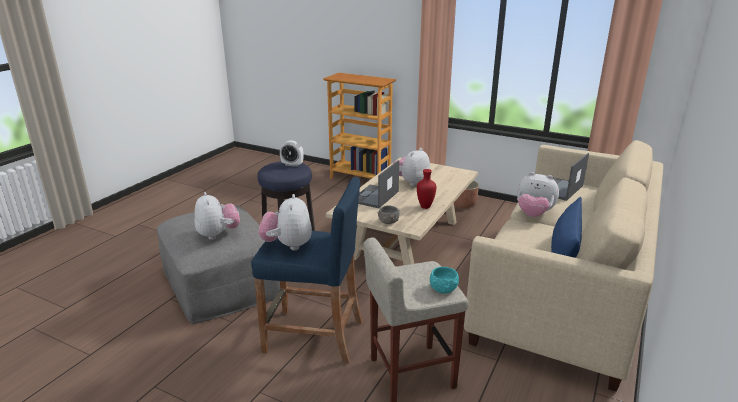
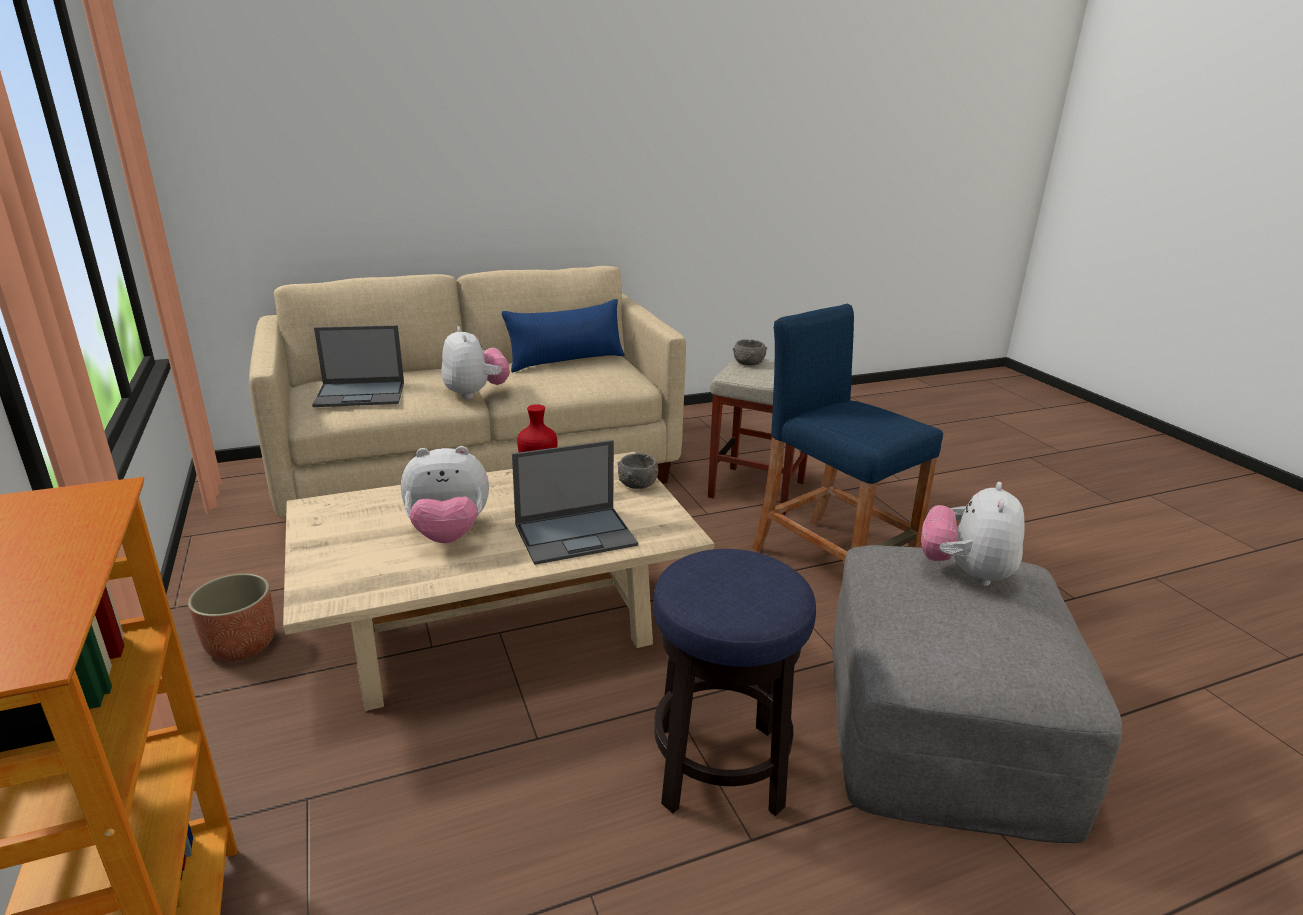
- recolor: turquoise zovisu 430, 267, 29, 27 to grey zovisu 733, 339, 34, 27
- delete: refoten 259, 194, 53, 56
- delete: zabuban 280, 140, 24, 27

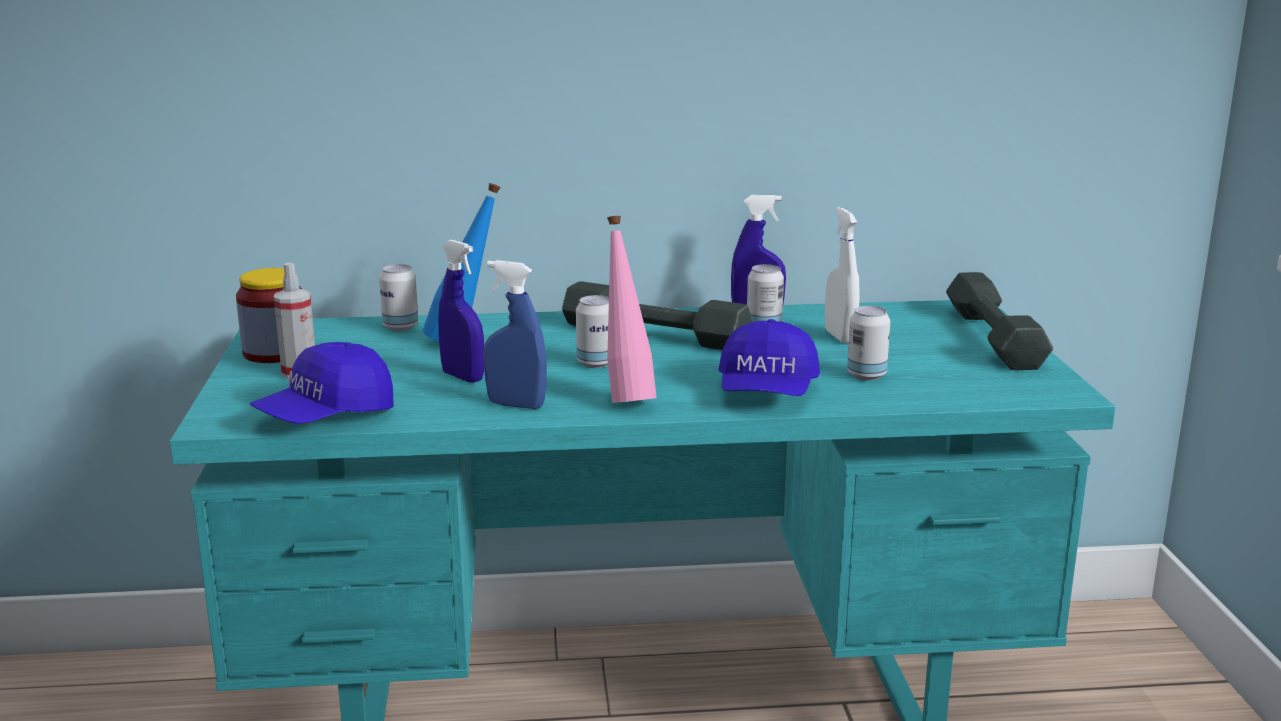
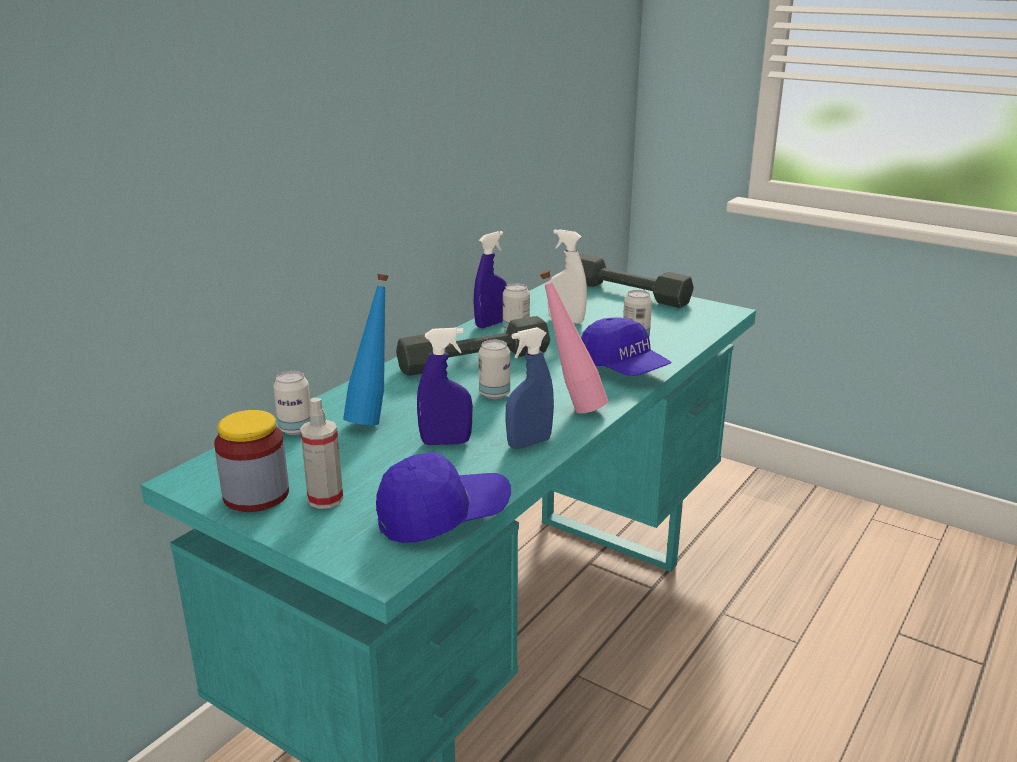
- rotate: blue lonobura 249, 342, 145, 82 = 376, 452, 135, 91 105 degrees counterclockwise

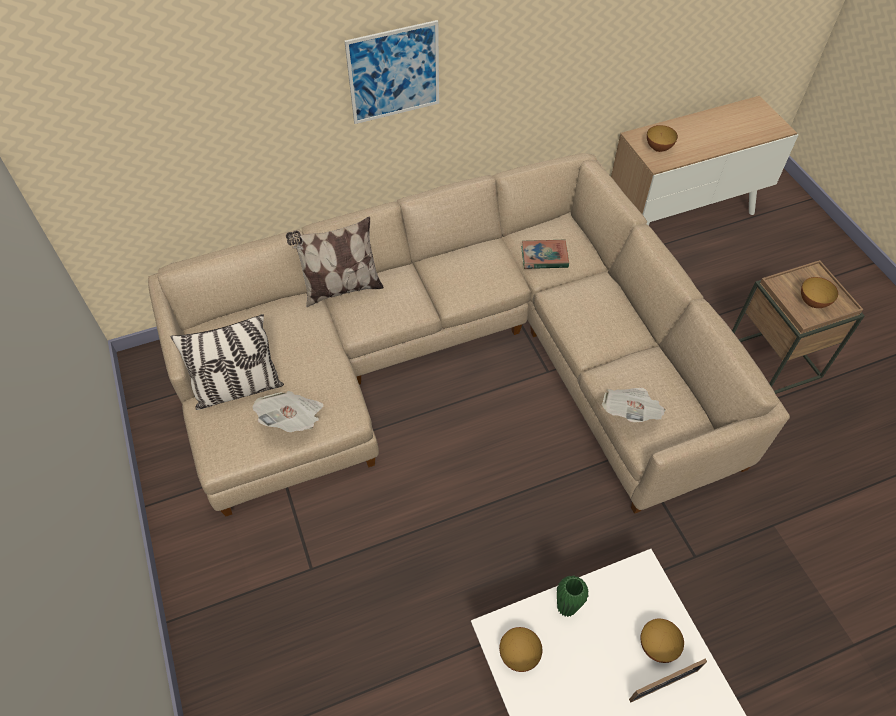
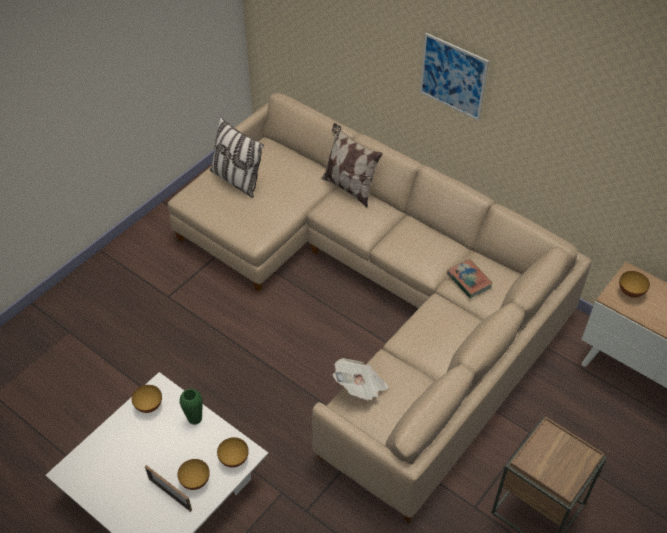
- move: zovisu 801, 277, 37, 31 to 217, 437, 32, 31
- delete: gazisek 252, 391, 72, 41

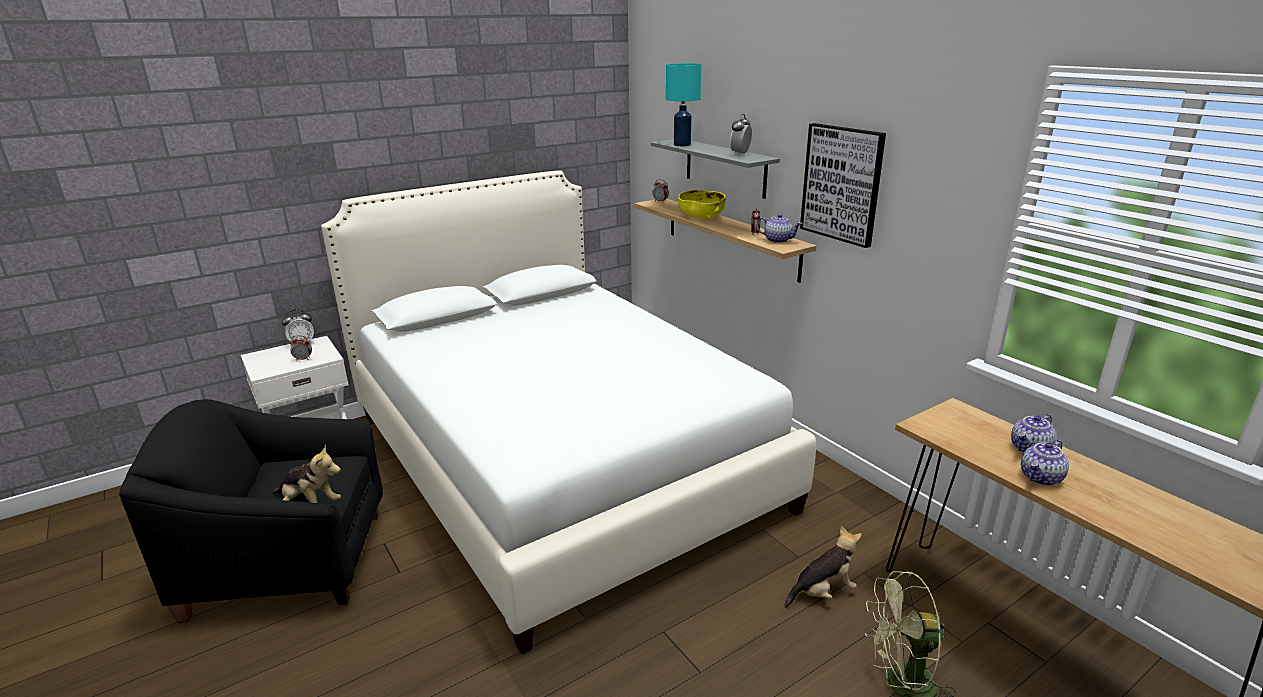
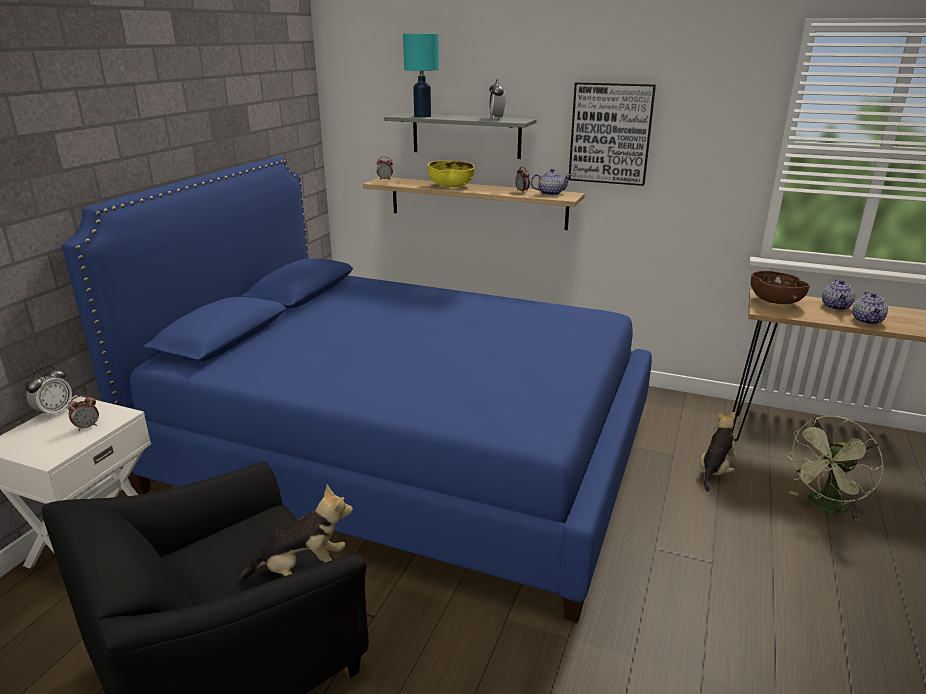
- recolor: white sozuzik 321, 171, 495, 484 to blue sozuzik 62, 157, 590, 466
- insert: brown zovisu 751, 271, 59, 33

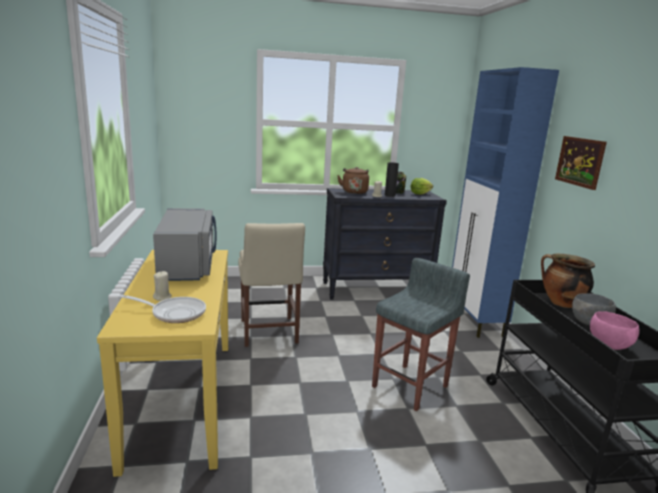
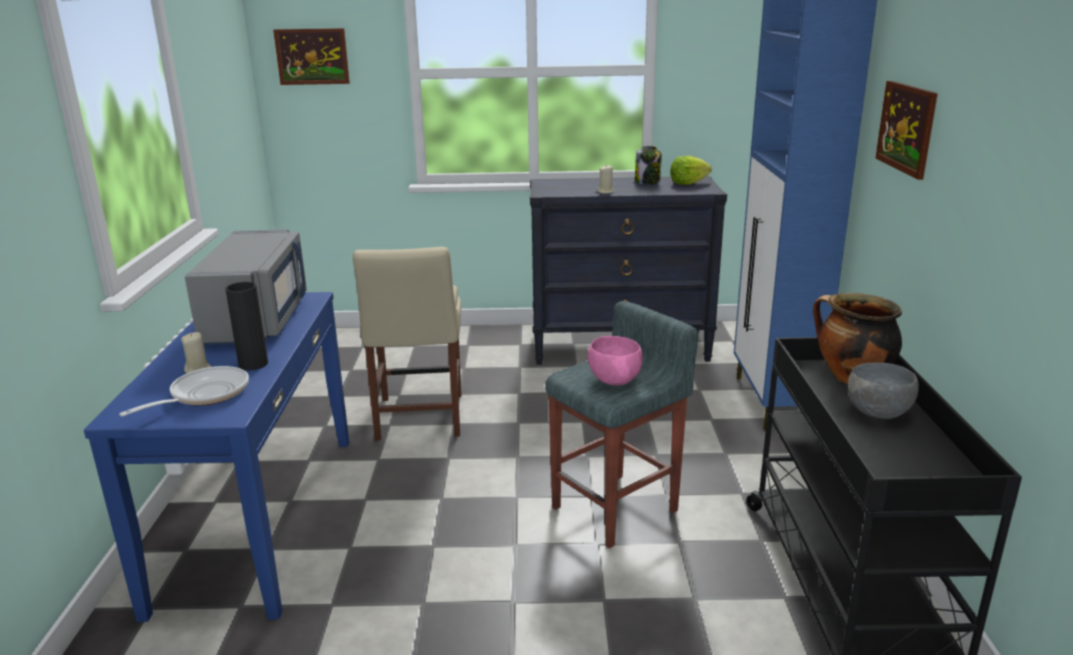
- recolor: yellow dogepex 97, 250, 131, 227 to blue dogepex 84, 292, 265, 330
- rotate: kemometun 119, 295, 87, 28 = 119, 366, 130, 51 75 degrees counterclockwise
- move: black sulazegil 385, 162, 14, 35 to 225, 282, 43, 88
- insert: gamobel 273, 28, 77, 57
- move: pink zovisu 590, 311, 49, 39 to 588, 336, 55, 49
- delete: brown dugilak 337, 167, 32, 27

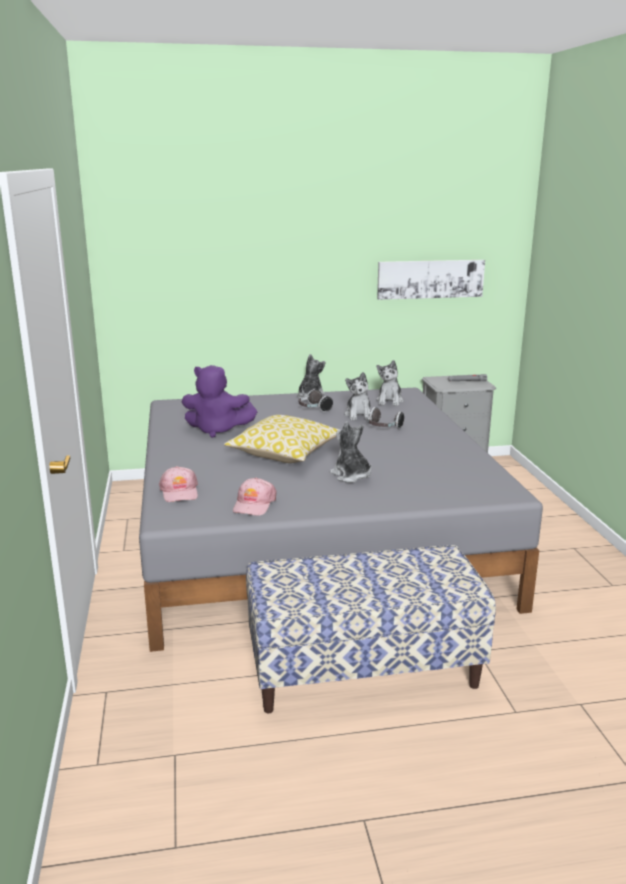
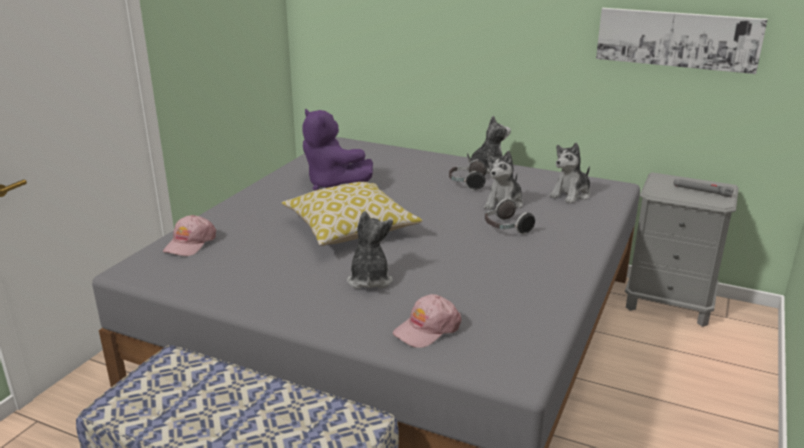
- move: pink lonobura 233, 477, 44, 39 to 393, 294, 68, 54

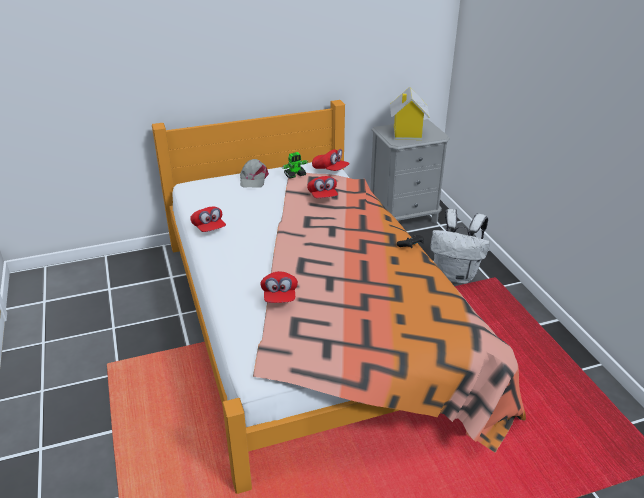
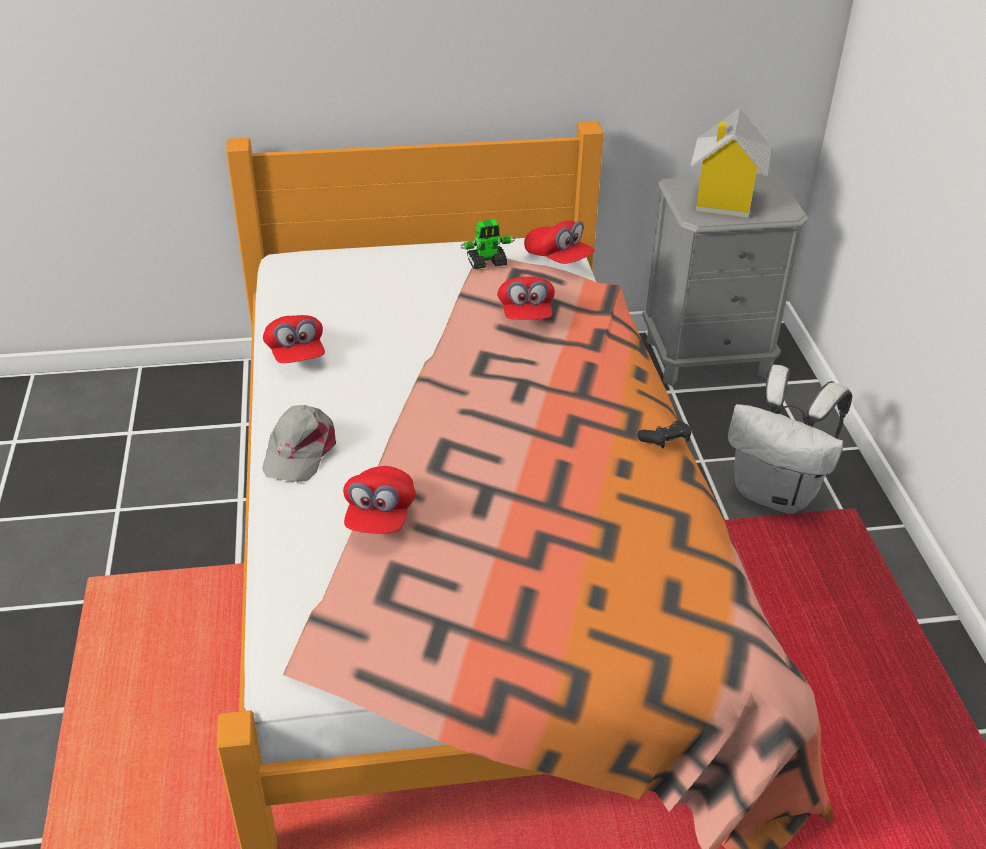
- move: grey lonobura 240, 159, 29, 29 to 262, 405, 74, 77

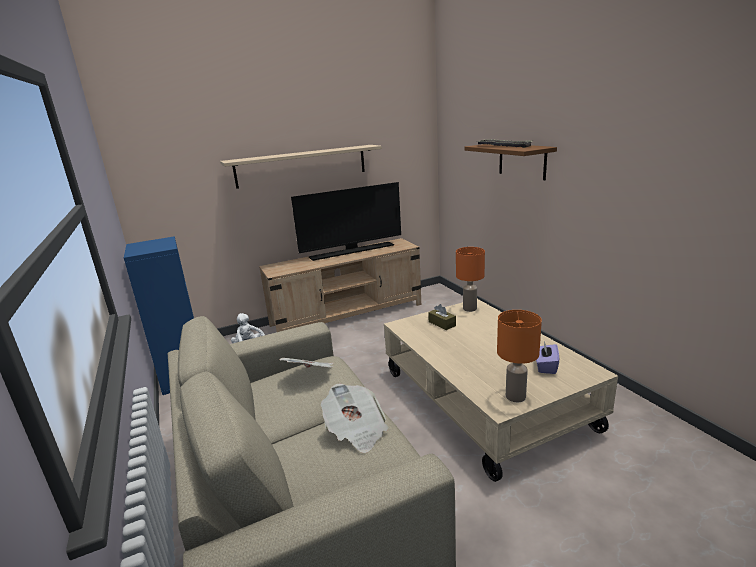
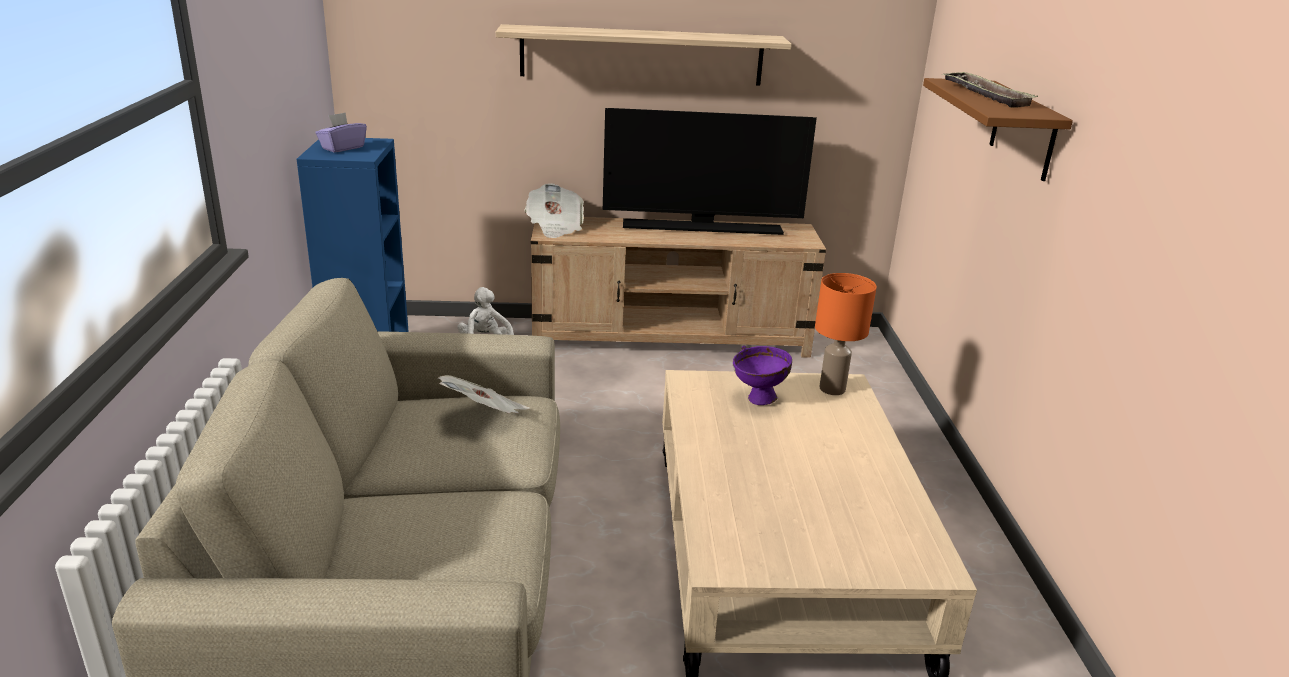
- move: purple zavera 536, 341, 23, 33 to 316, 113, 51, 40
- move: gazisek 321, 383, 68, 70 to 525, 183, 59, 55
- replace: brown zavera 428, 304, 28, 26 to purple zovisu 733, 346, 59, 59
- delete: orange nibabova 497, 310, 45, 92

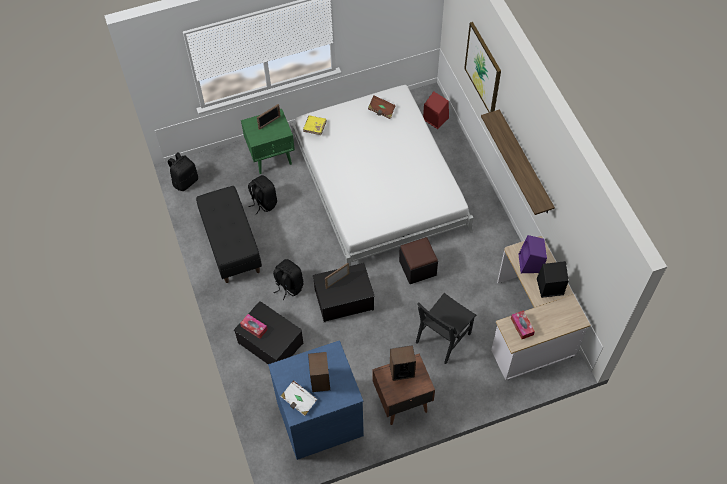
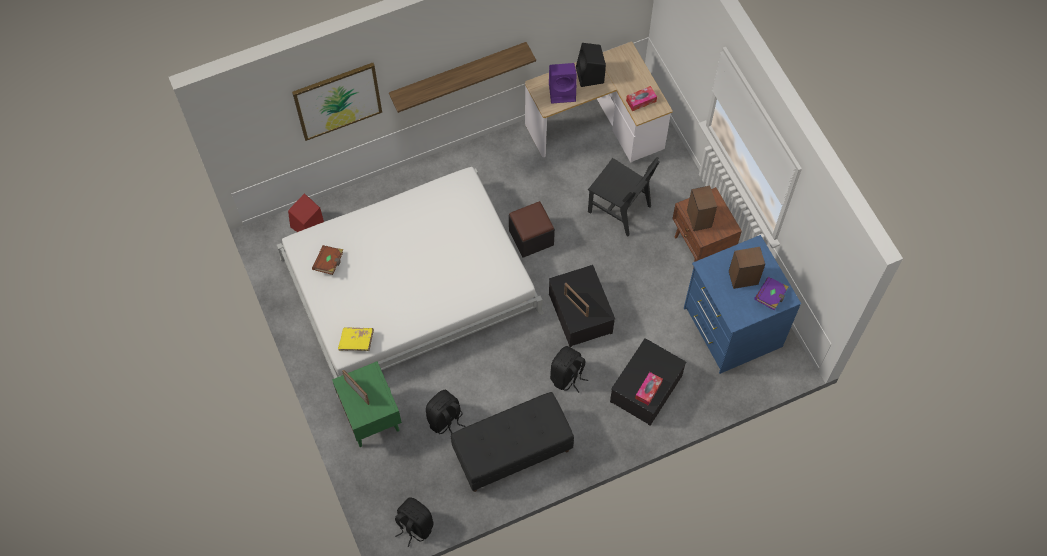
- recolor: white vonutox 281, 380, 36, 36 to purple vonutox 754, 277, 35, 33

